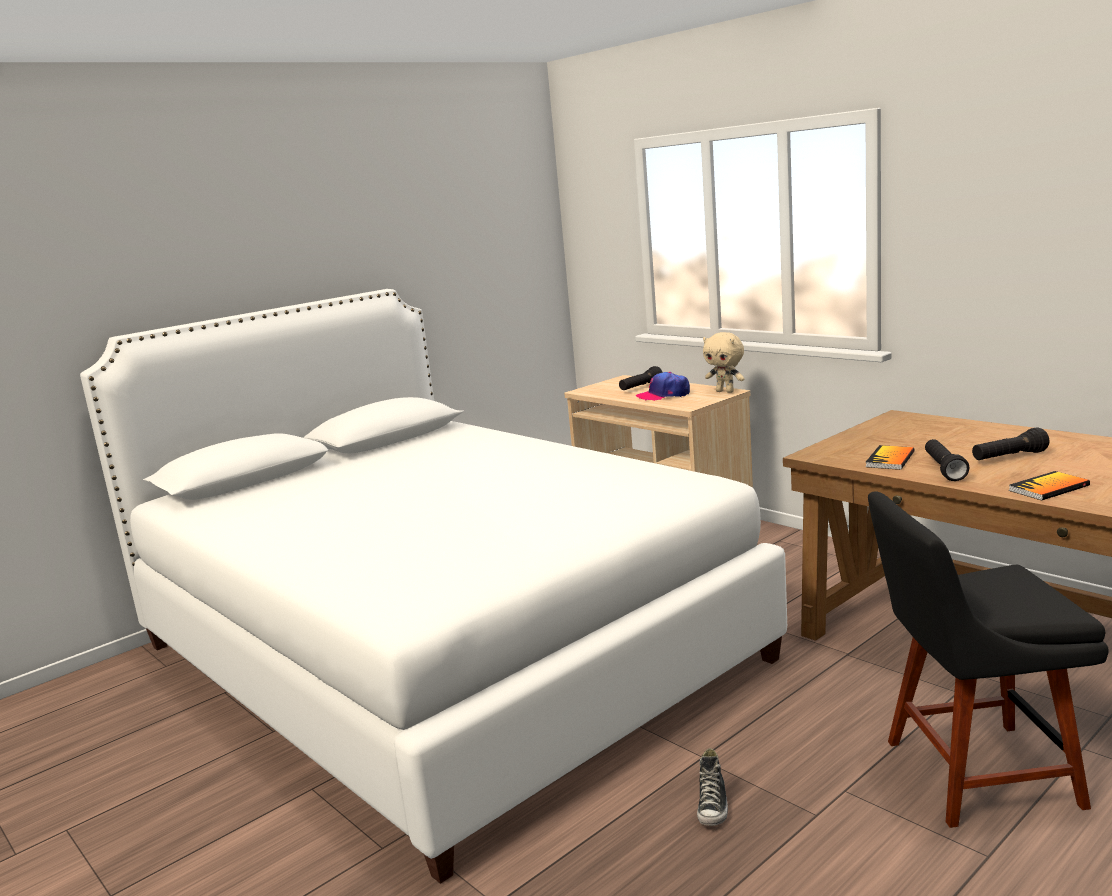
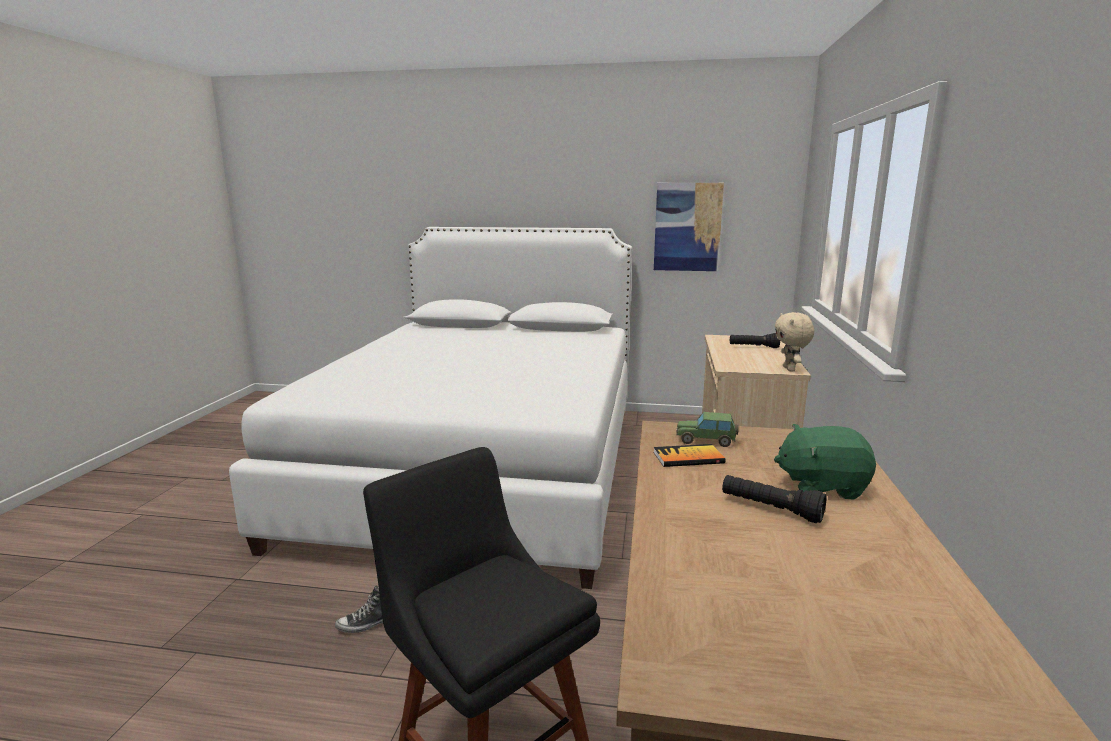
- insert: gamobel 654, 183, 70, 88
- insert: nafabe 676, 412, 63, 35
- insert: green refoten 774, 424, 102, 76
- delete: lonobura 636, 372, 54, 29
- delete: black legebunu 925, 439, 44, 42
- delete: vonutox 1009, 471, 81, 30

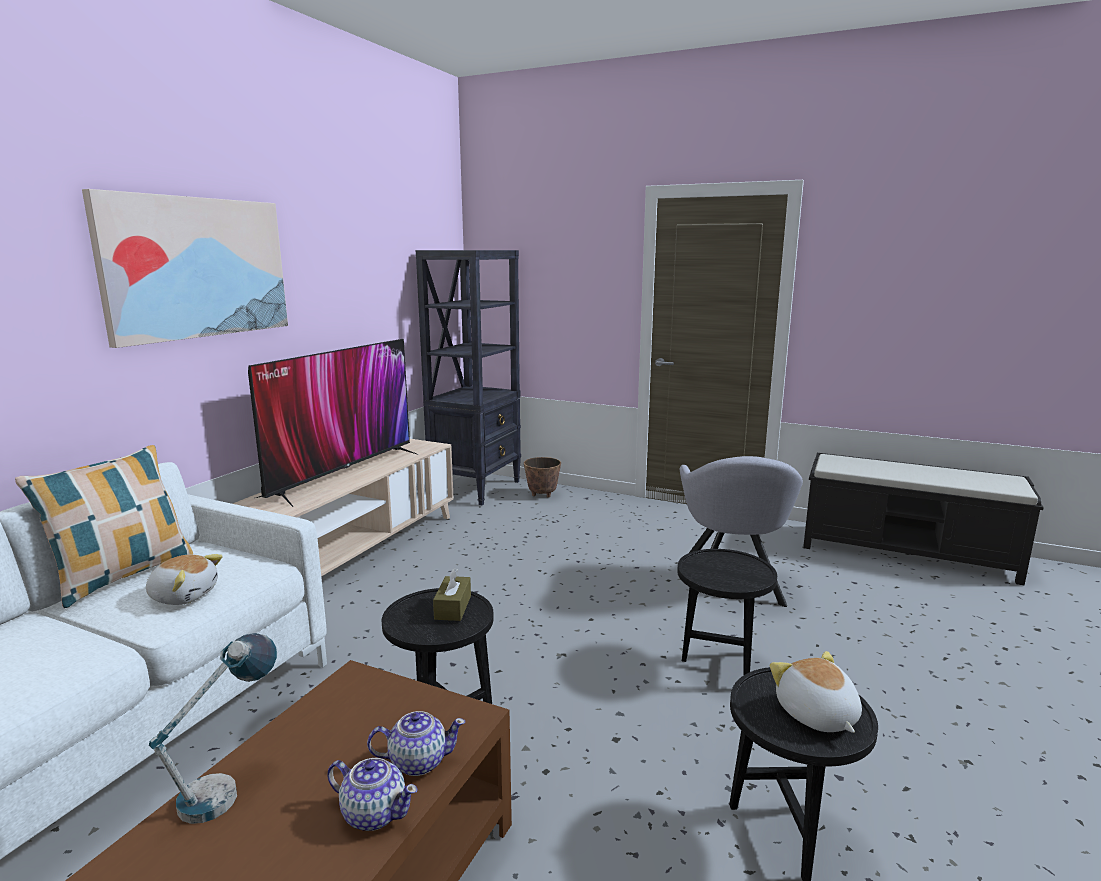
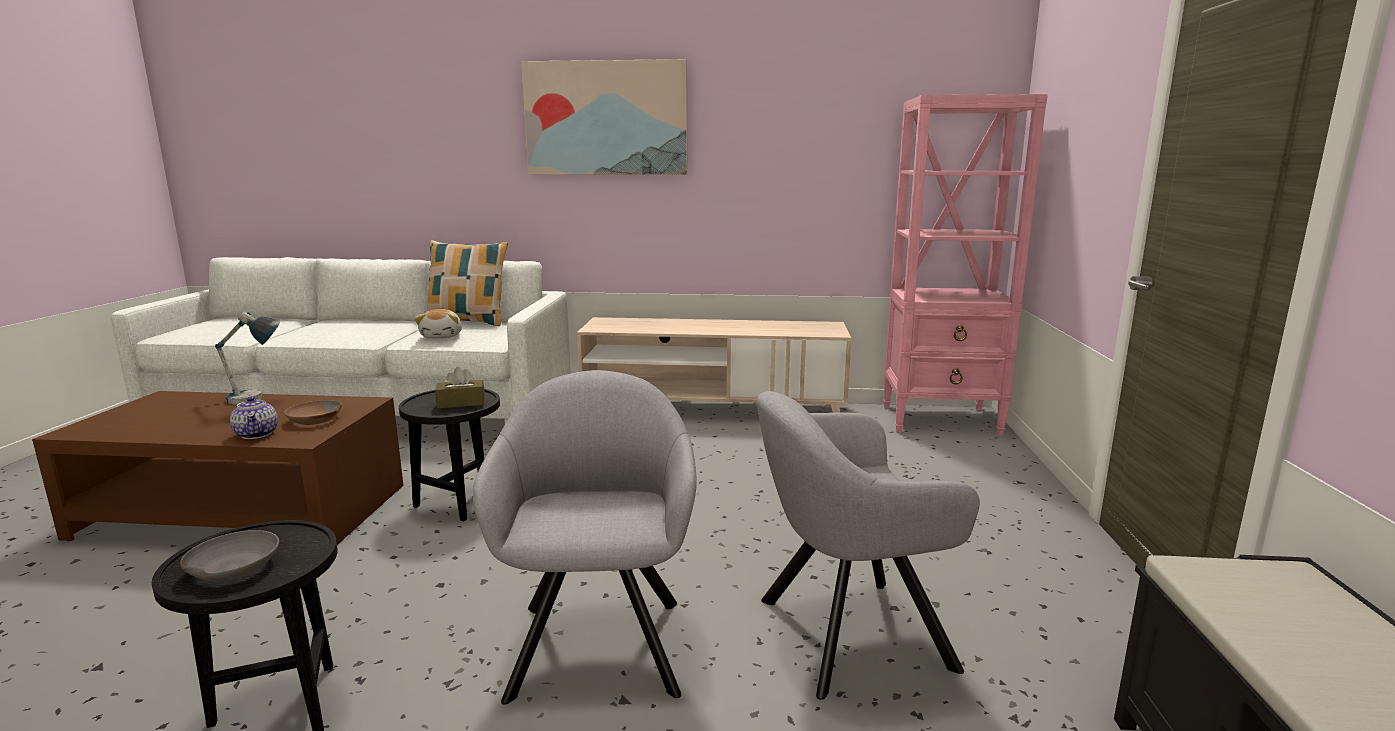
- replace: refoten 770, 651, 92, 82 to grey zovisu 180, 530, 99, 52
- insert: brown zovisu 284, 400, 58, 25
- replace: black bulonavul 677, 549, 100, 127 to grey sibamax 473, 370, 224, 335
- recolor: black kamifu 416, 250, 105, 255 to pink kamifu 883, 94, 165, 341
- delete: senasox 248, 339, 171, 168
- delete: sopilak 327, 758, 91, 73
- delete: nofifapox 524, 457, 37, 40

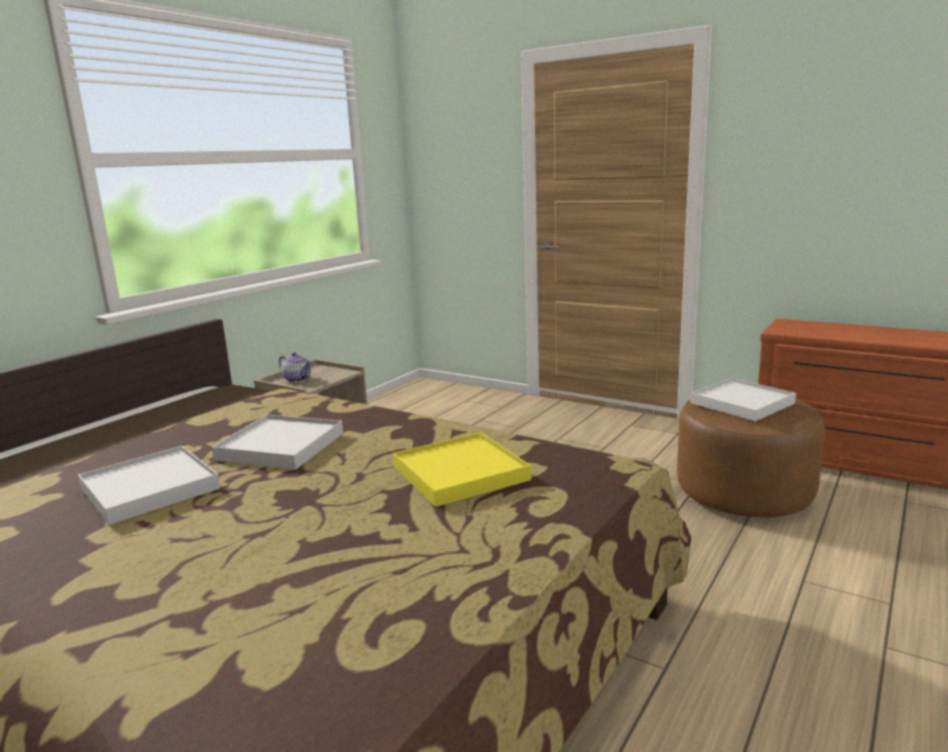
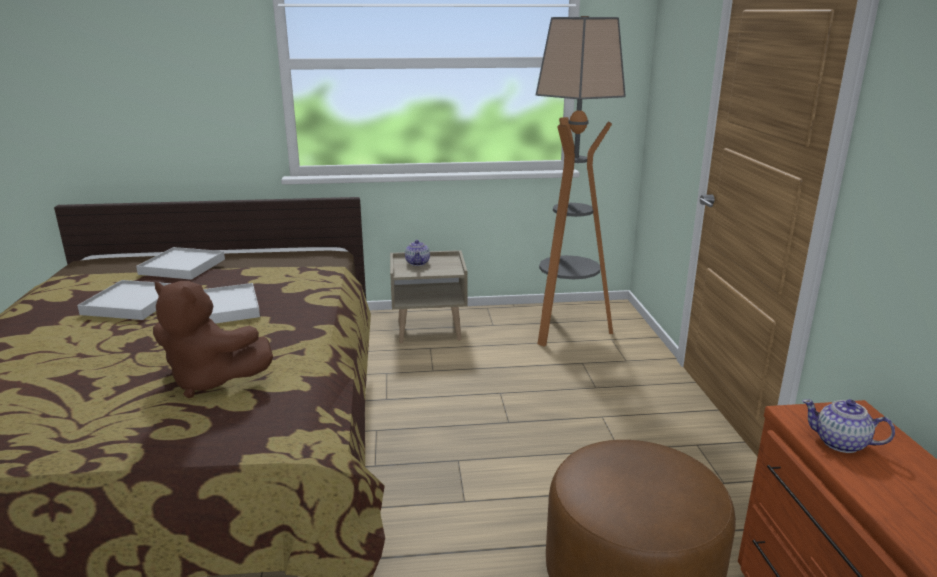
- move: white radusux 690, 378, 106, 43 to 136, 247, 89, 33
- replace: yellow radusux 393, 432, 138, 75 to brown refoten 153, 281, 120, 117
- insert: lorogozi 536, 16, 90, 331
- insert: sopilak 802, 399, 93, 54

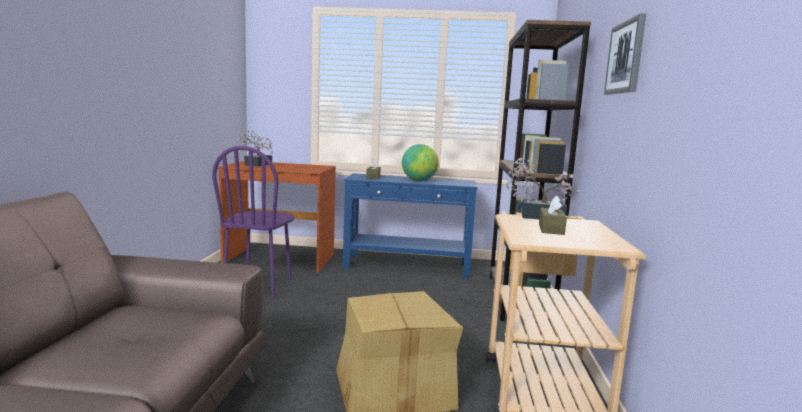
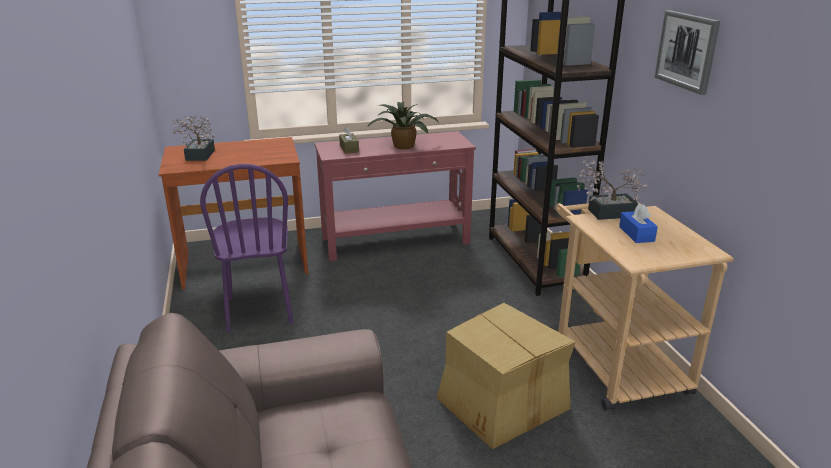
- recolor: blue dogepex 343, 173, 135, 105 to red dogepex 314, 131, 162, 130
- replace: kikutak 402, 144, 37, 37 to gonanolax 367, 102, 72, 47
- recolor: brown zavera 539, 195, 28, 40 to blue zavera 619, 204, 39, 39

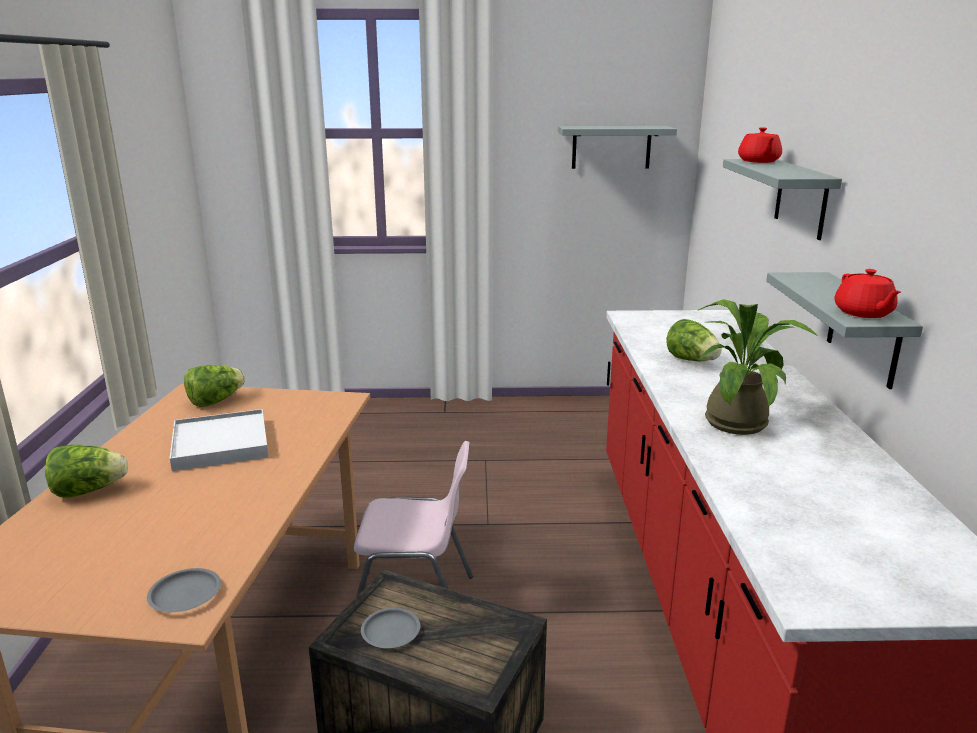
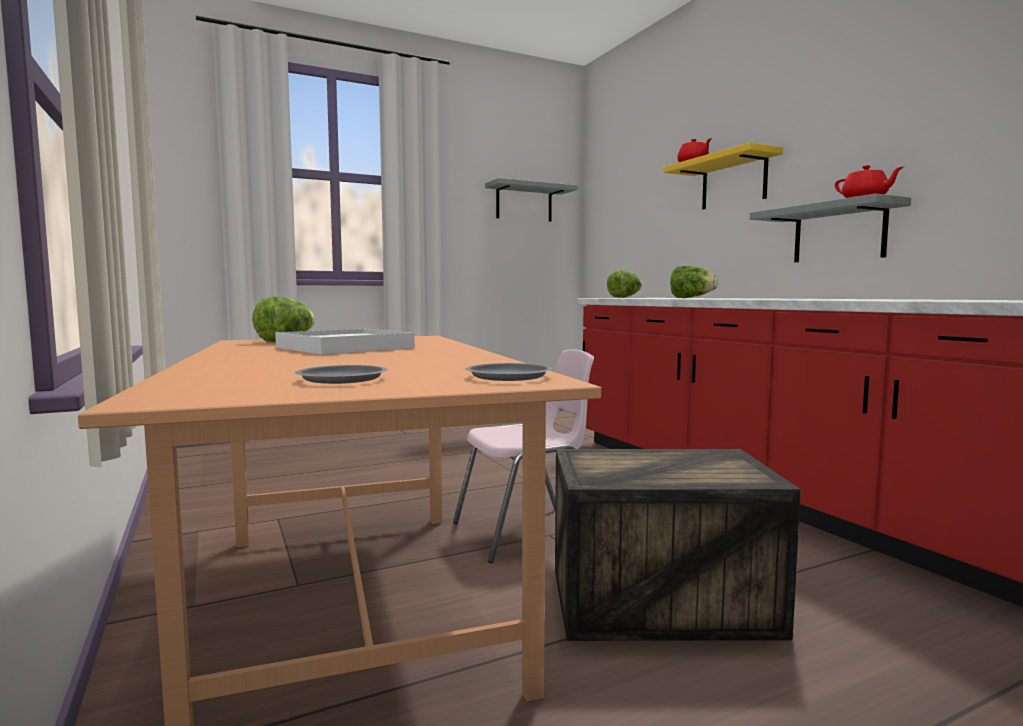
- move: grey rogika 361, 608, 59, 40 to 295, 365, 93, 19
- move: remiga 45, 445, 83, 53 to 607, 270, 35, 28
- recolor: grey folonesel 723, 159, 119, 81 to yellow folonesel 663, 142, 120, 68
- delete: gonanolax 697, 299, 120, 136

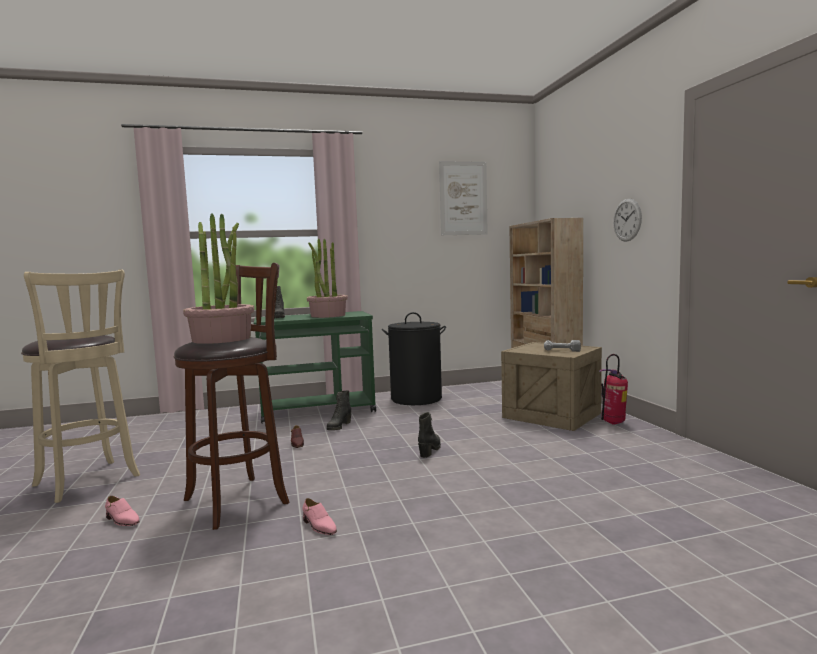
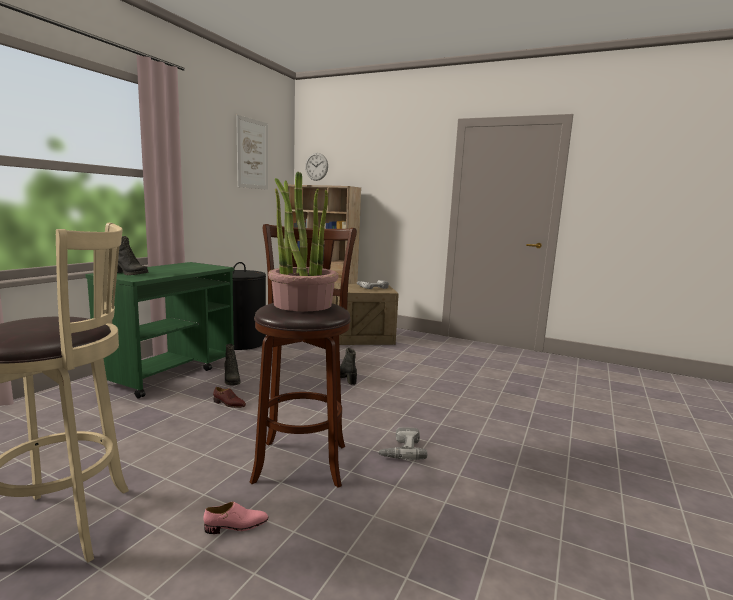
- move: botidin 613, 199, 29, 43 to 305, 153, 23, 28
- replace: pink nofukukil 303, 498, 34, 37 to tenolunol 378, 427, 49, 33
- delete: gonanolax 307, 239, 41, 79
- delete: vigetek 599, 354, 29, 71

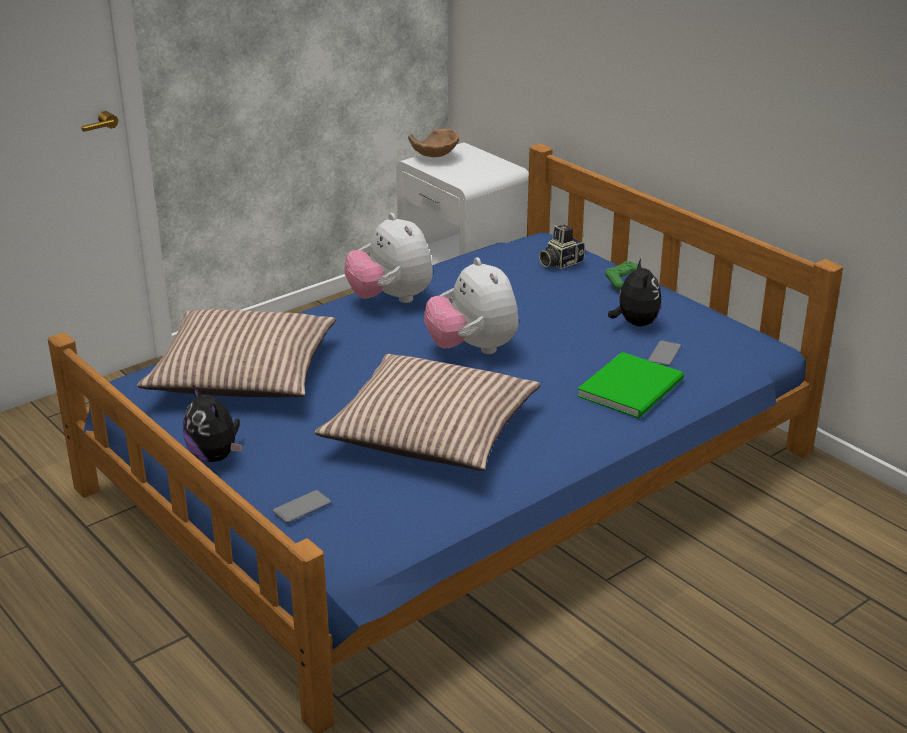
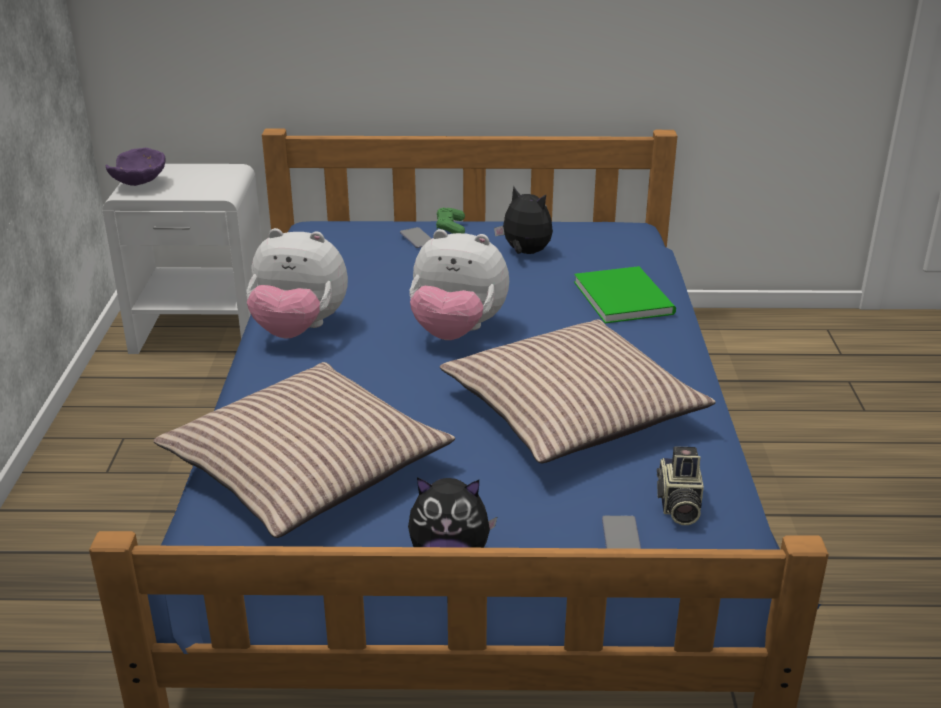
- recolor: brown zovisu 408, 128, 51, 29 to purple zovisu 105, 148, 61, 38
- move: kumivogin 648, 340, 33, 26 to 400, 227, 32, 21
- move: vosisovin 539, 225, 46, 44 to 657, 446, 47, 79

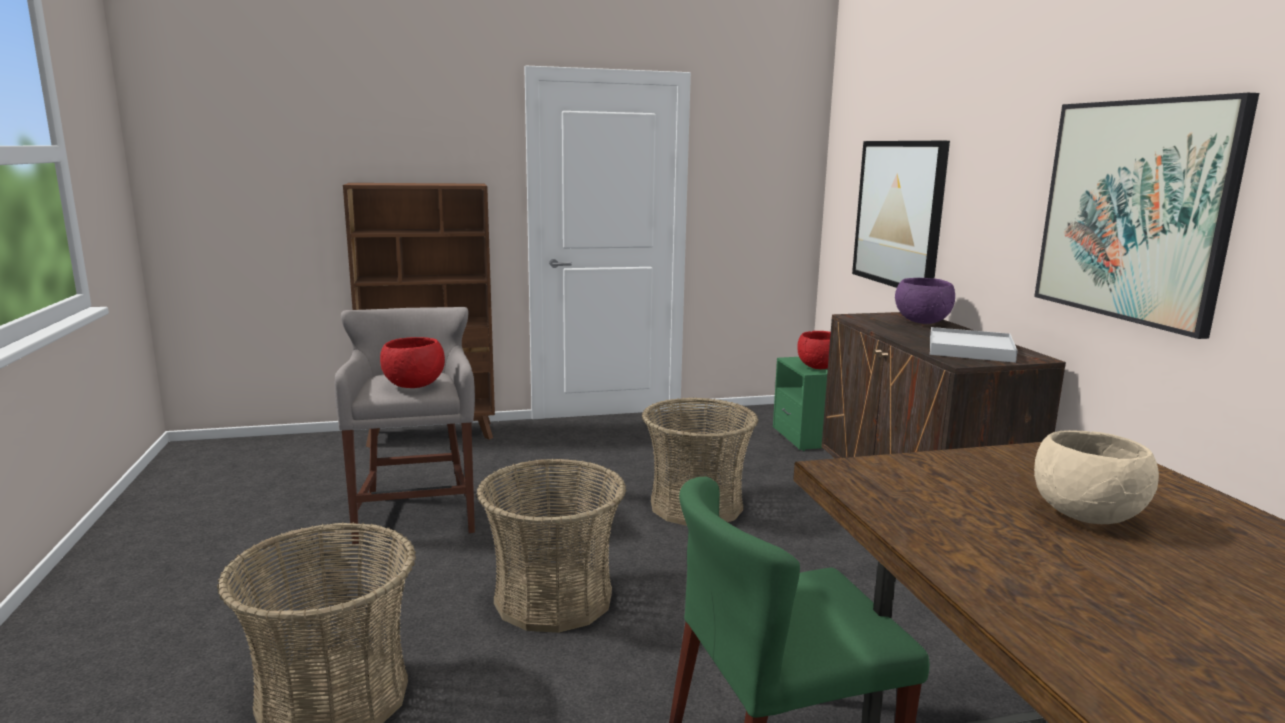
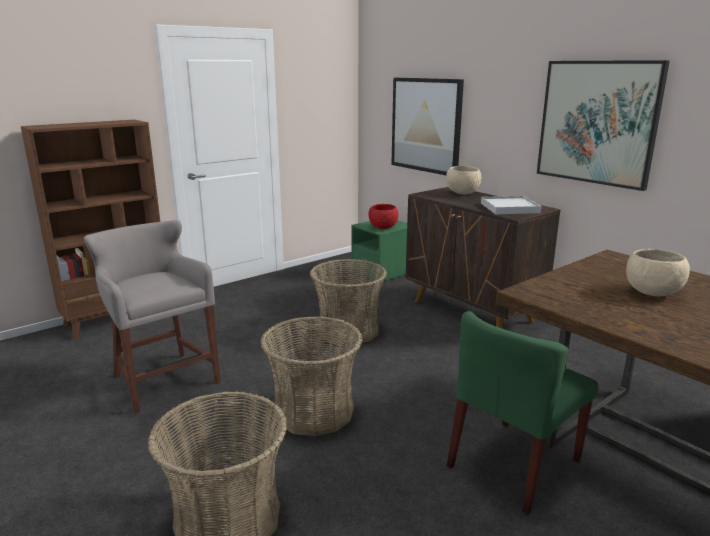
- recolor: purple zovisu 895, 278, 60, 46 to beige zovisu 446, 166, 35, 28
- delete: red zovisu 380, 337, 65, 51

